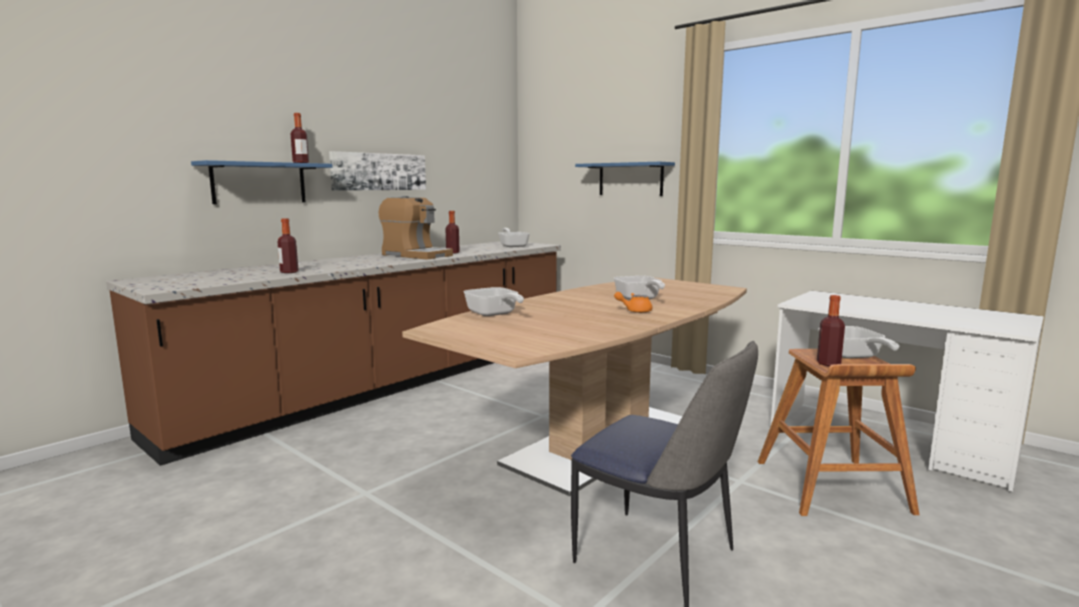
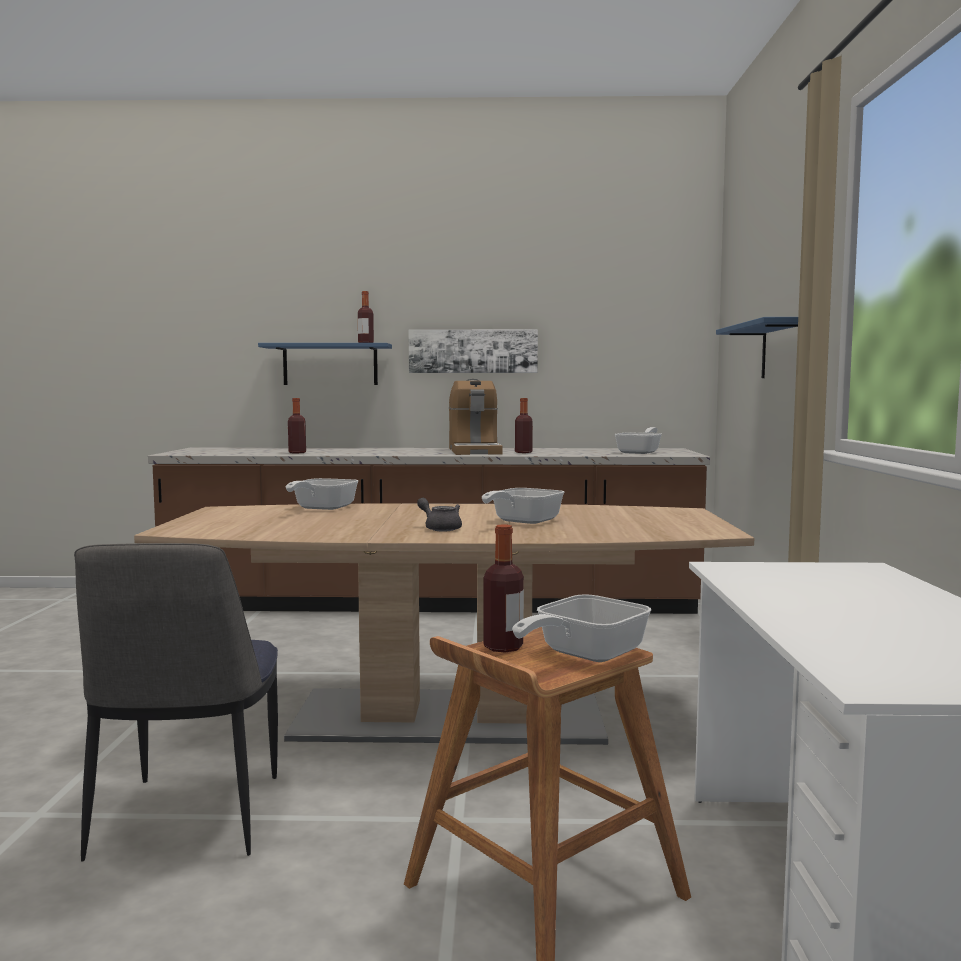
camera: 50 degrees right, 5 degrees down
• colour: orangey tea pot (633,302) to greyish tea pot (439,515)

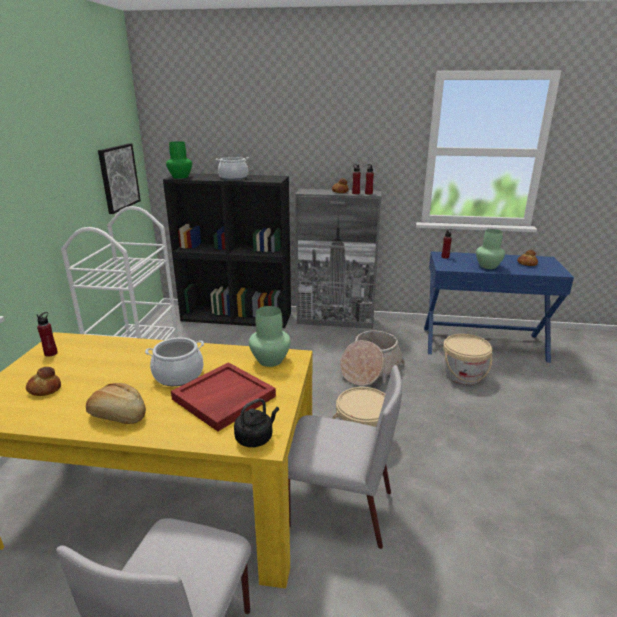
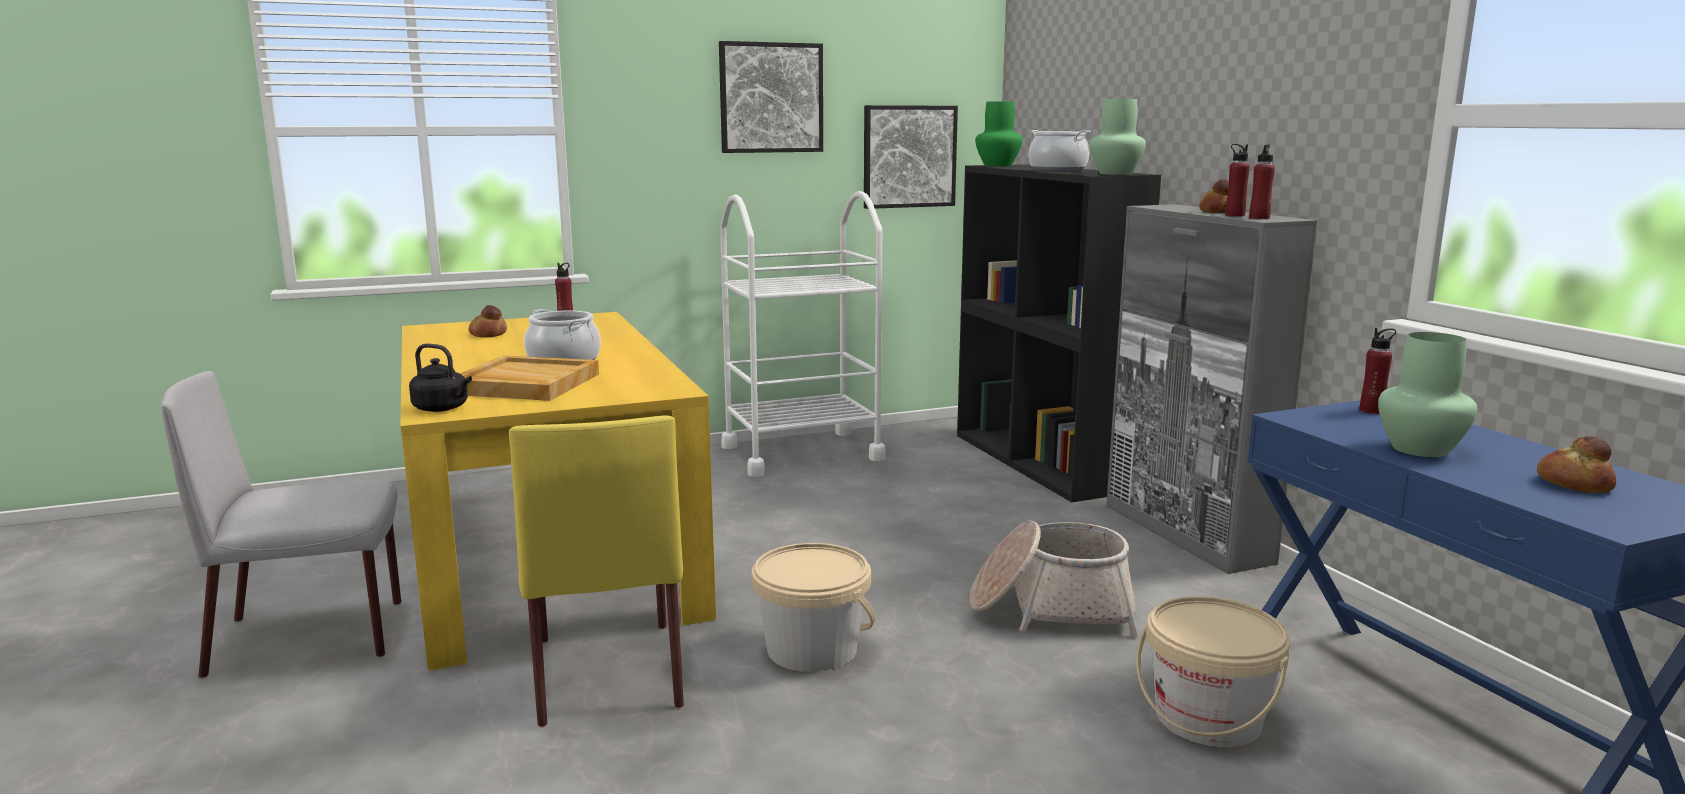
camera: 60 degrees right, 10 degrees down
• missing: baked bread (116,403)
• appeared: wall art (771,97)
• relocated: green flower vase (270,336) to (1118,137)
• colour: reddish tray (223,396) to beige-coloured tray (529,378)
• colour: greyish plain chair (345,457) to yellow-coloured plain chair (596,571)

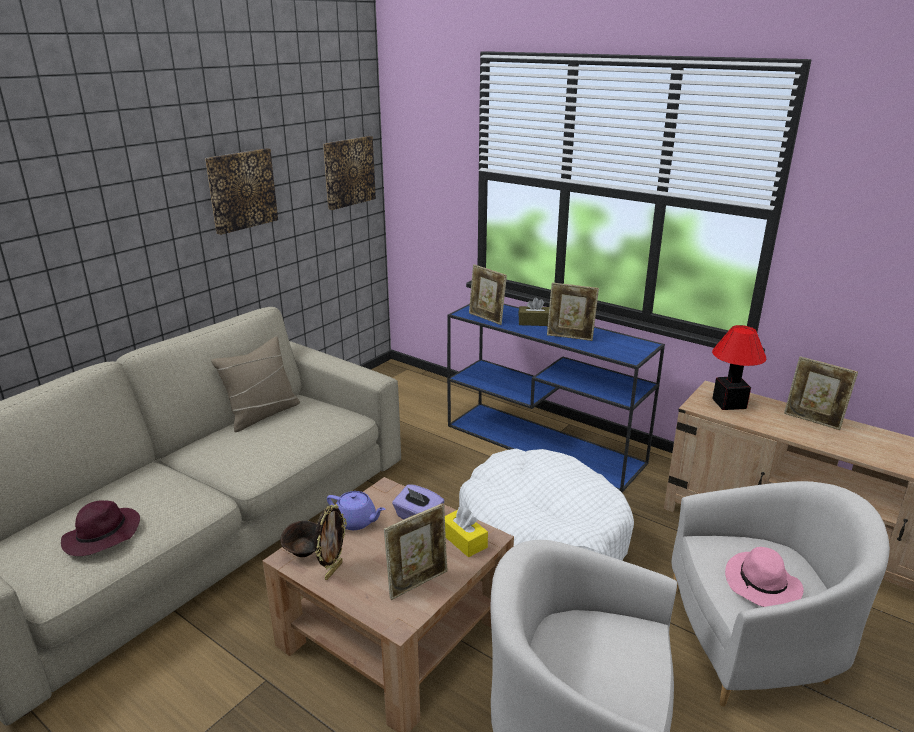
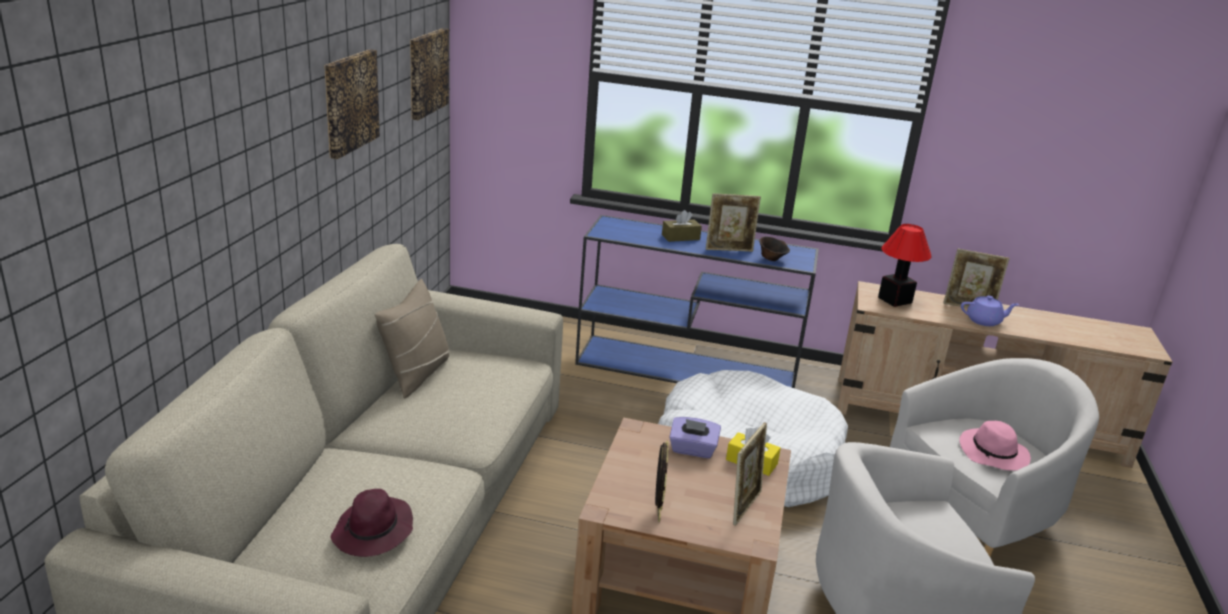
camera: 25 degrees left, 0 degrees up
• missing: standing frame (488,294)
• relocated: brown-coloured bowl (298,539) to (774,249)
• relocated: purple-coloured tea pot (356,510) to (990,311)

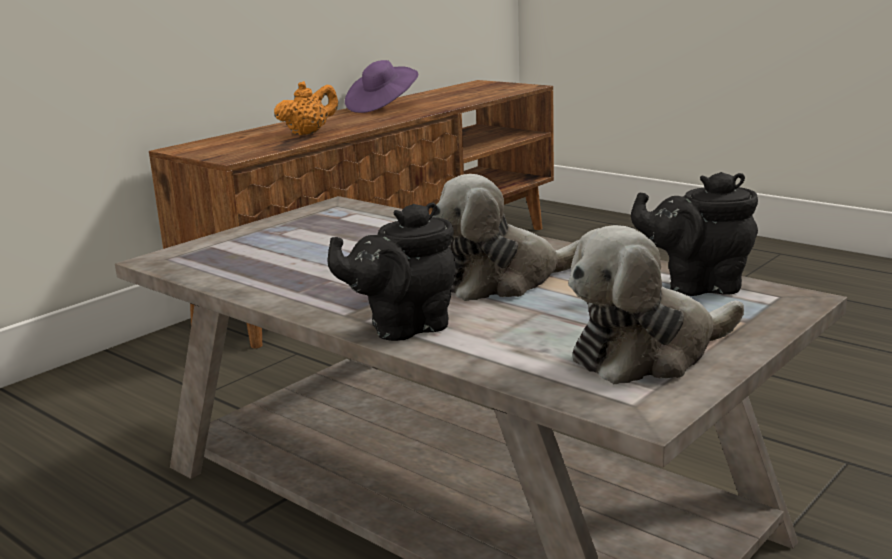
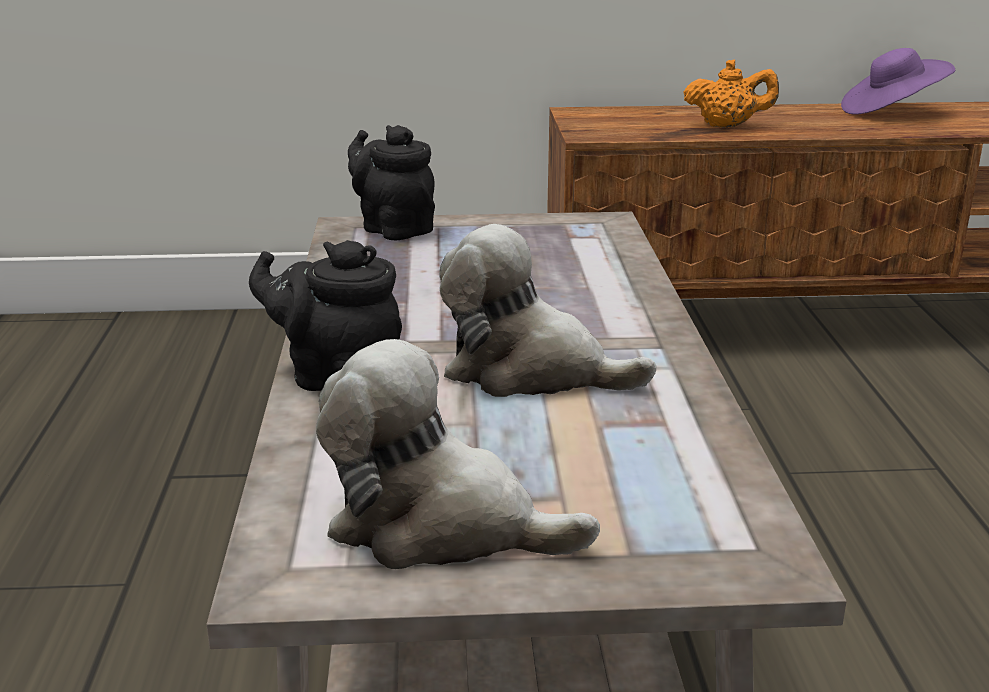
camera: 45 degrees right, 5 degrees up
• relocated: blackish tea pot (694,234) to (391,182)

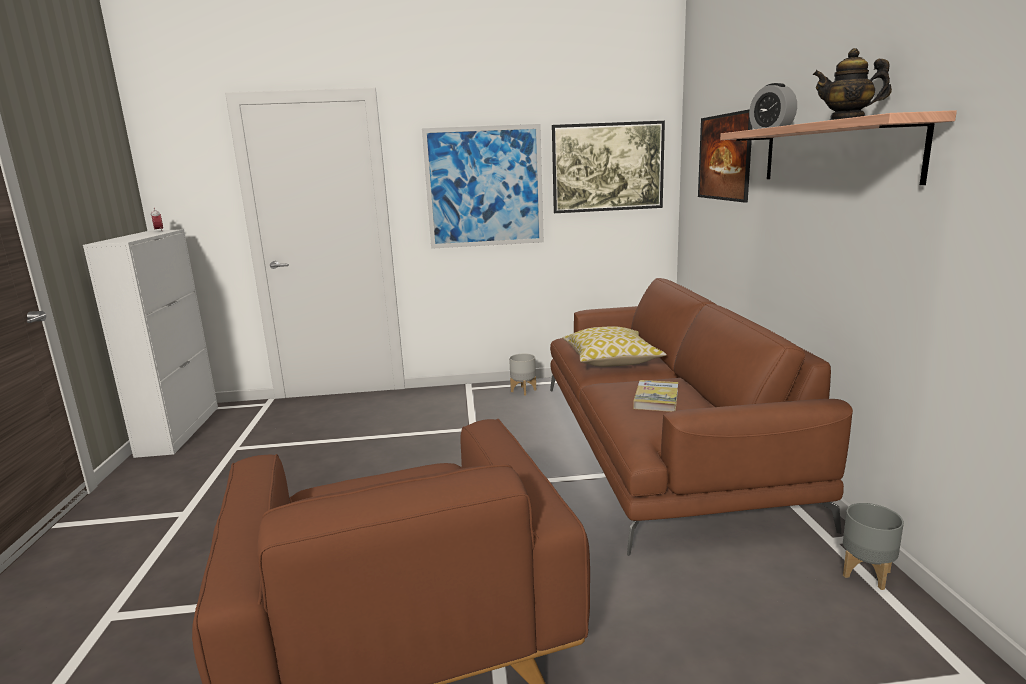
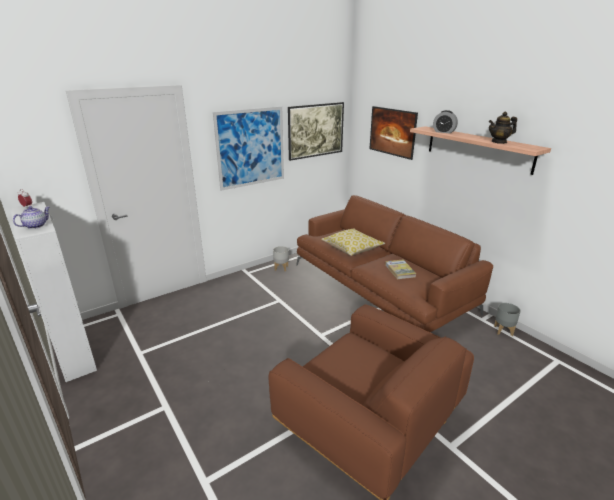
camera: 30 degrees left, 10 degrees up
• appeared: tea pot (31,217)

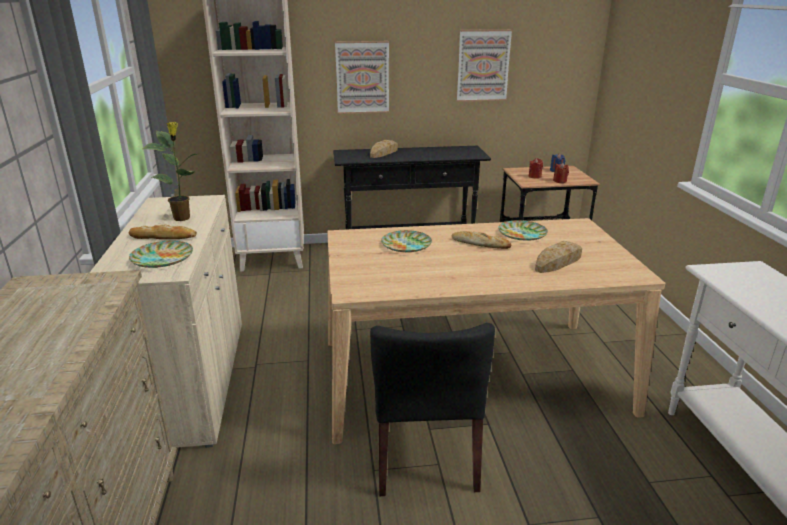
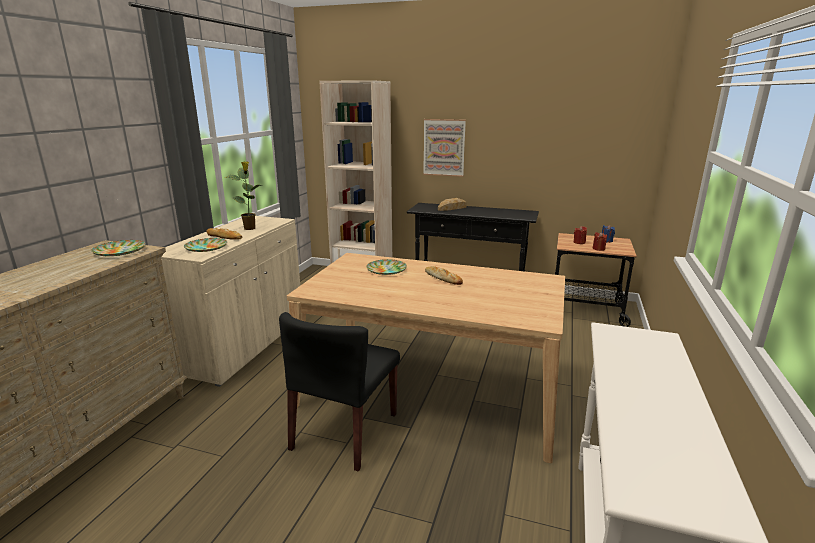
camera: 25 degrees right, 5 degrees down
• missing: wall art (484,65)
• missing: baked bread (558,257)
• relocated: flat dish (523,230) to (118,248)

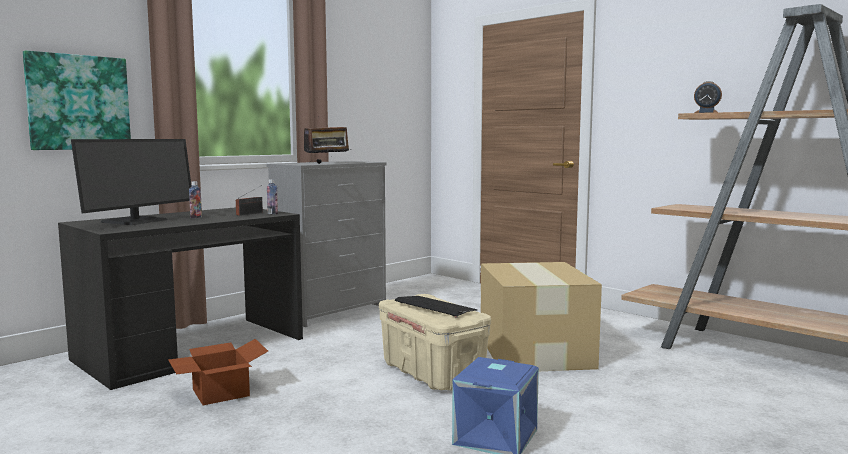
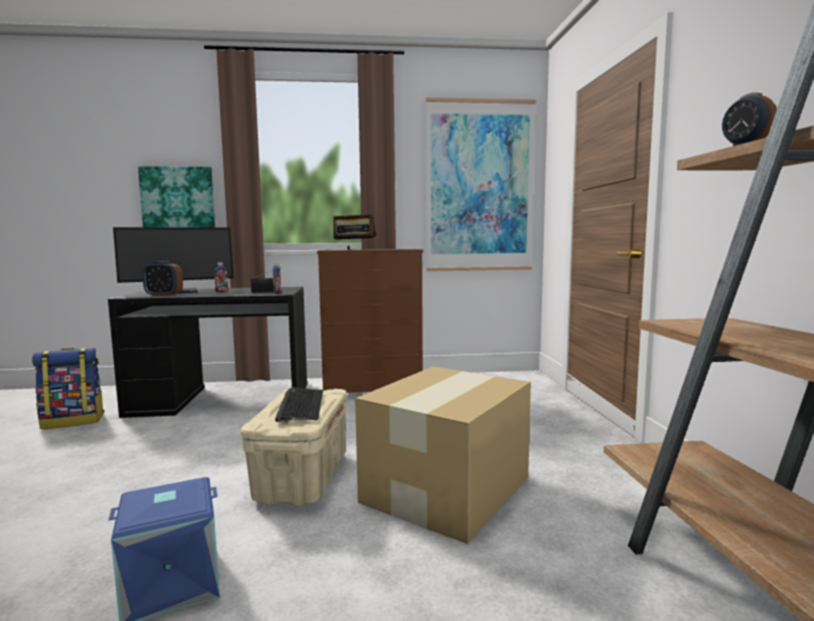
camera: 40 degrees right, 0 degrees up
• missing: cardboard box (218,372)
• appeared: backpack (68,388)
• appeared: table clock (162,279)
• appeared: wall art (480,184)
• colour: greyish drawer chest (326,244) to brown-coloured drawer chest (370,321)

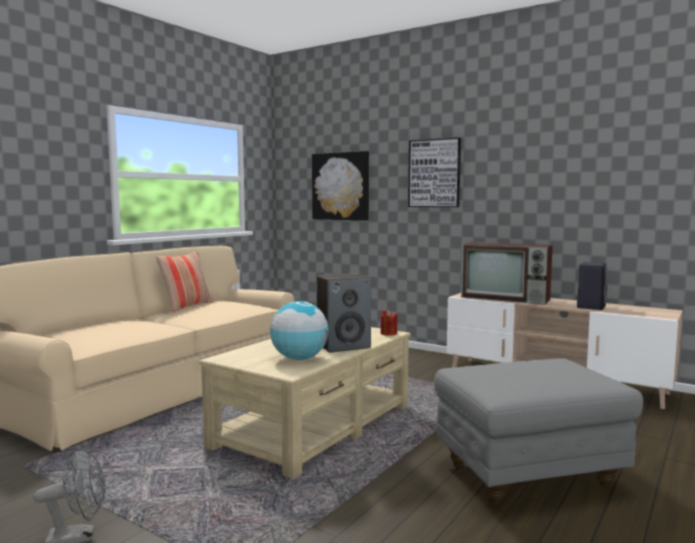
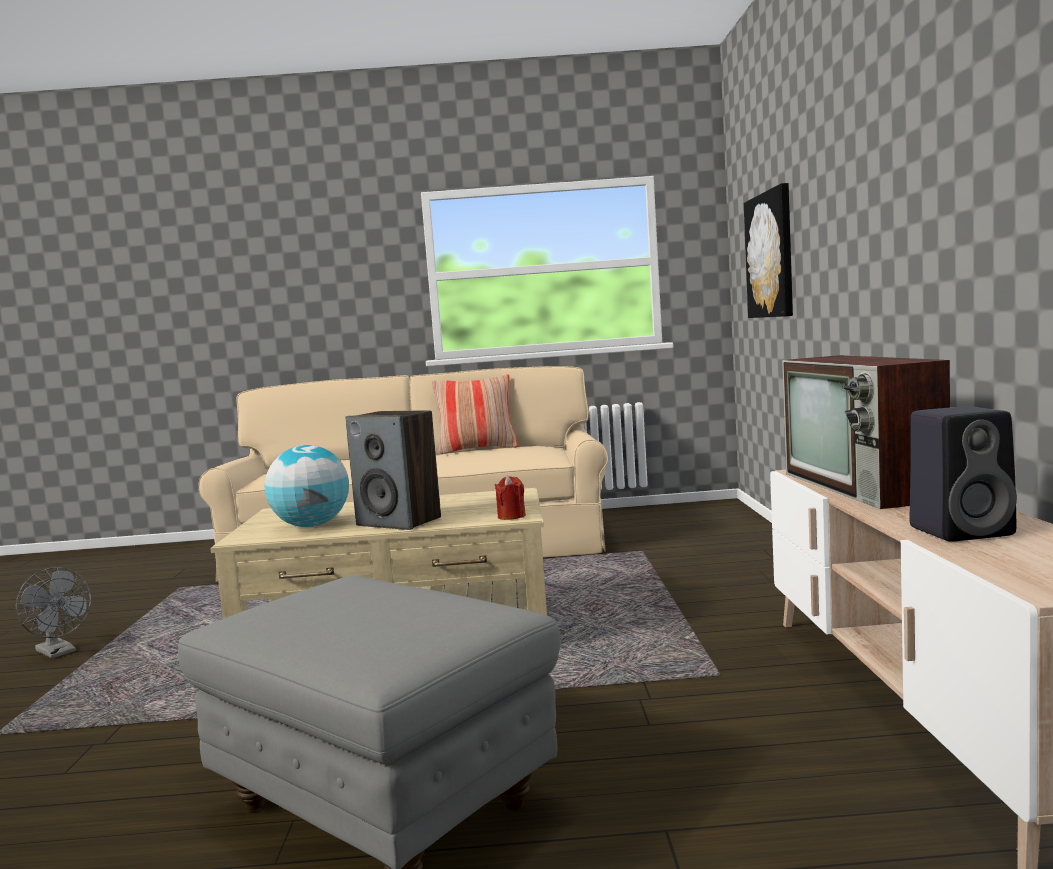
camera: 55 degrees right, 0 degrees up
• missing: wall art (434,172)

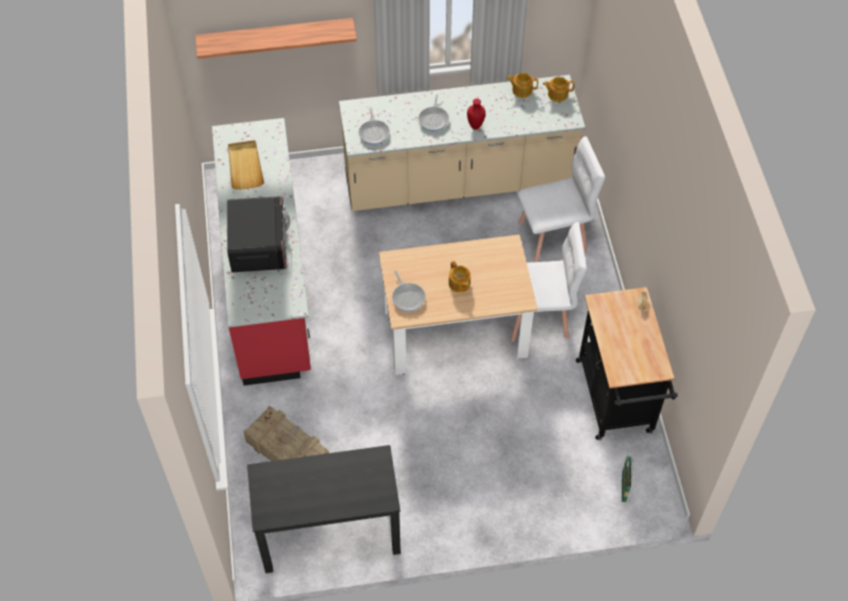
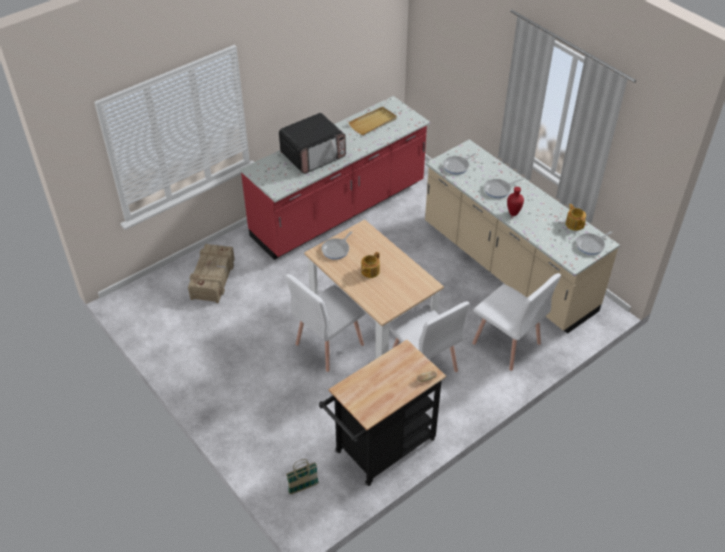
camera: 60 degrees right, 10 degrees down
• missing: shelf (276,38)
• missing: blackish desk unit (324,509)
• appeared: whitish plain chair (326,323)
• exchanged: tea pot (558,89) to pan (594,243)

